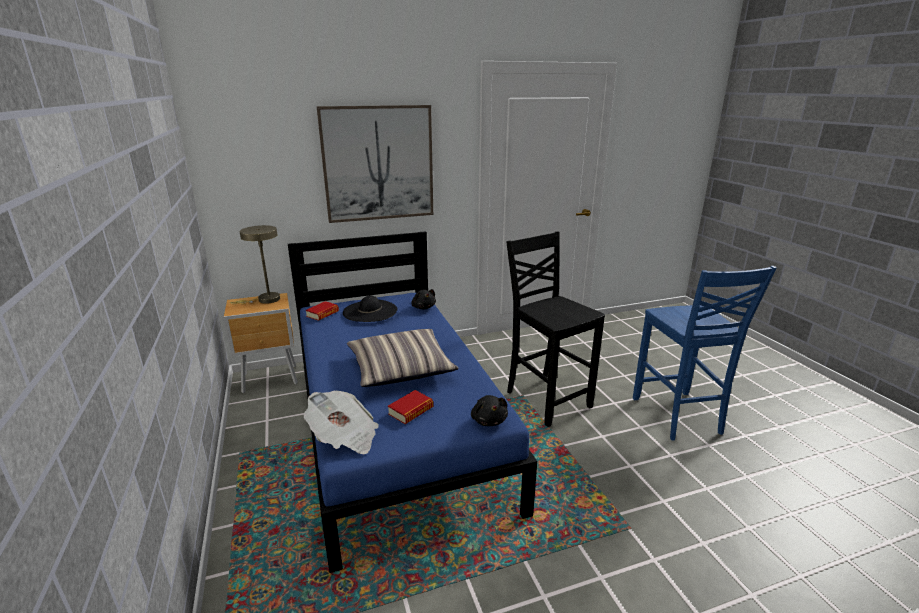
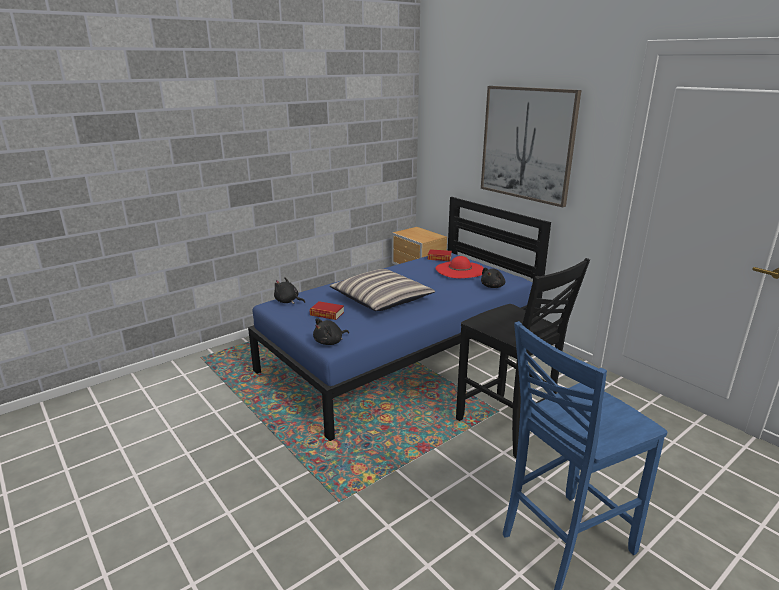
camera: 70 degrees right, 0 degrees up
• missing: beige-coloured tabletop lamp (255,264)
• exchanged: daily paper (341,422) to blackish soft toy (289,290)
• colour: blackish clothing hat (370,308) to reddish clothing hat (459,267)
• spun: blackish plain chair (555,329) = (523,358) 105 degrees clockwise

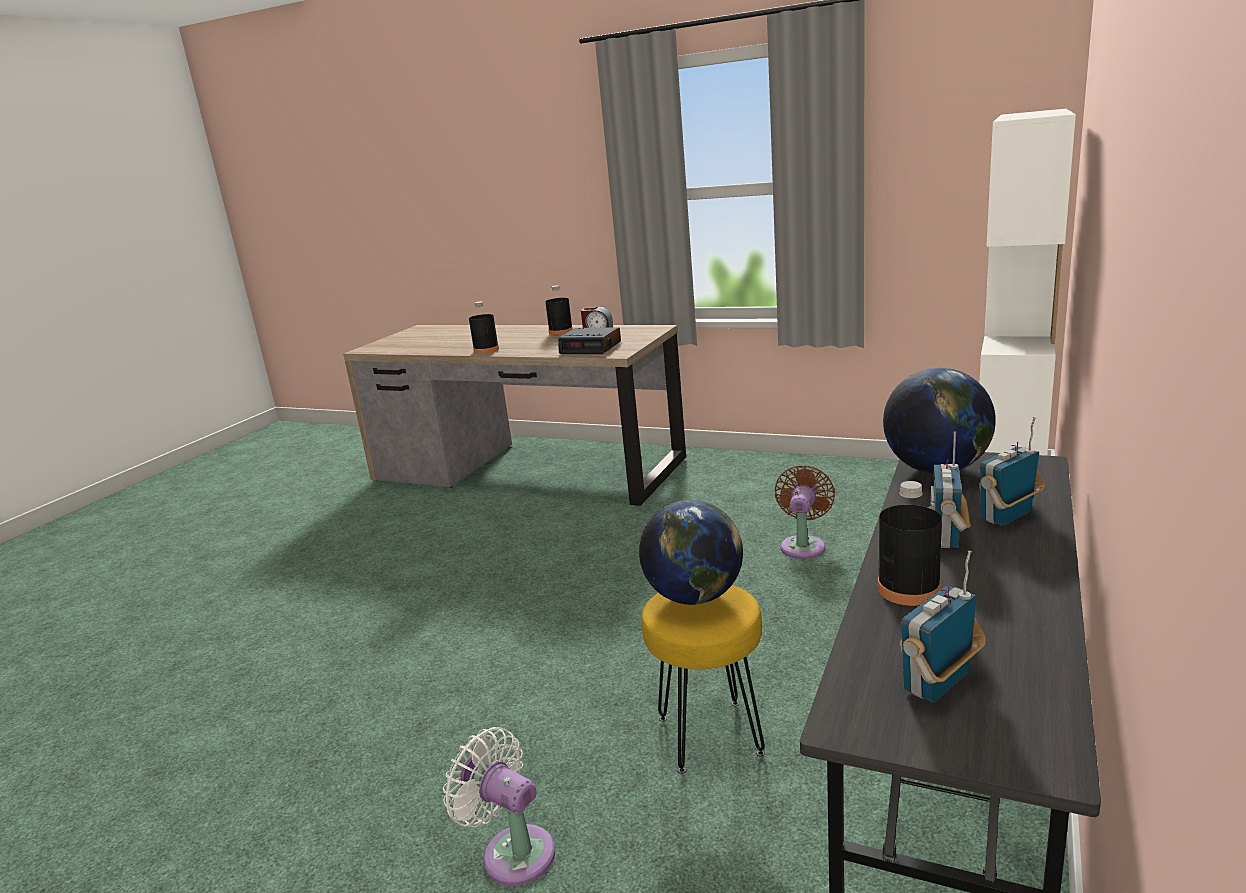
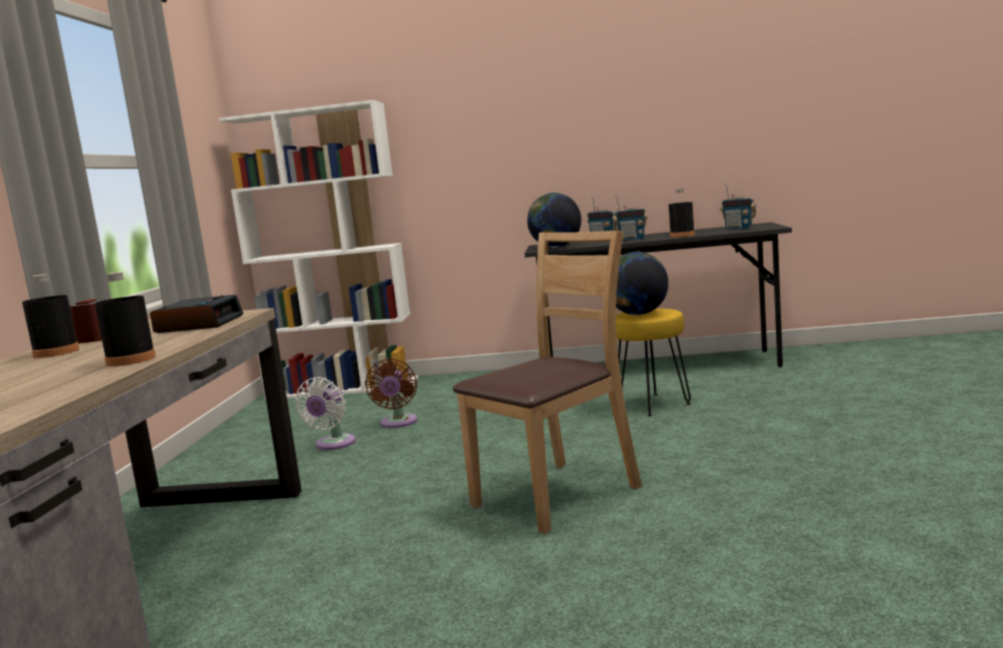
camera: 110 degrees left, 10 degrees down
• appeared: brown-coloured plain chair (547,382)
• relocated: whitish electric fan (499,806) to (325,413)
• spun: brown-coloured electric fan (805,512) = (391,393) 90 degrees counterclockwise

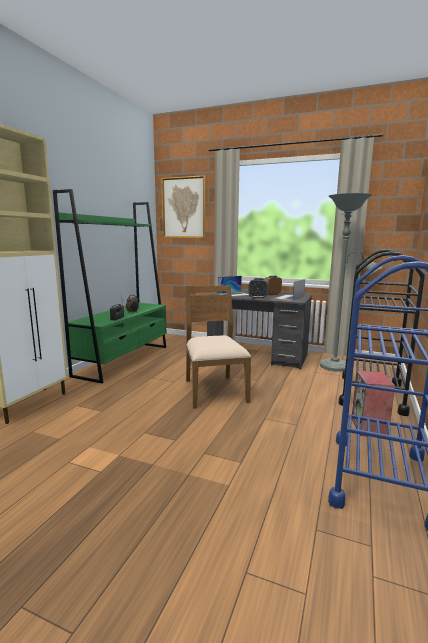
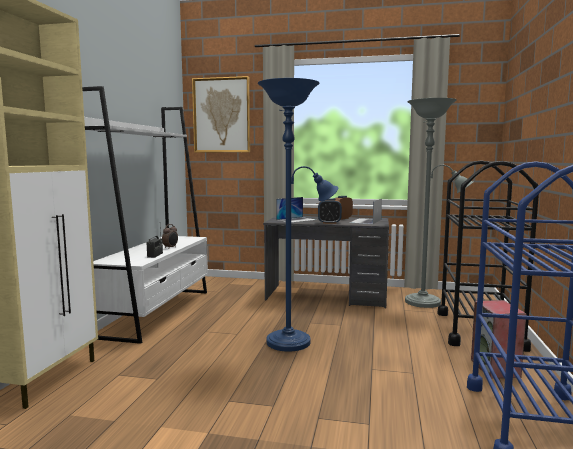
camera: 10 degrees left, 5 degrees down
• exchanged: brown-coloured plain chair (218,346) to bluish standard lamp (298,215)
• colour: green bookshelf (110,286) to whitish bookshelf (145,215)

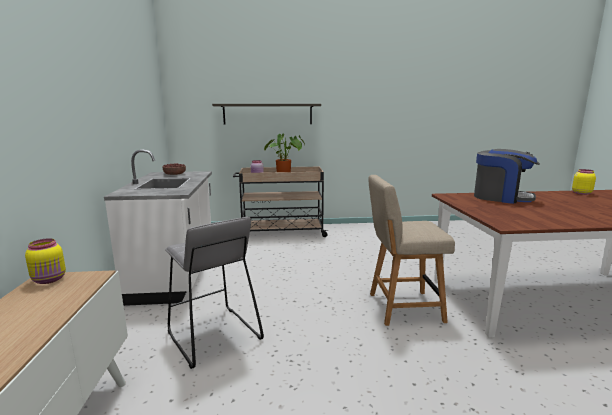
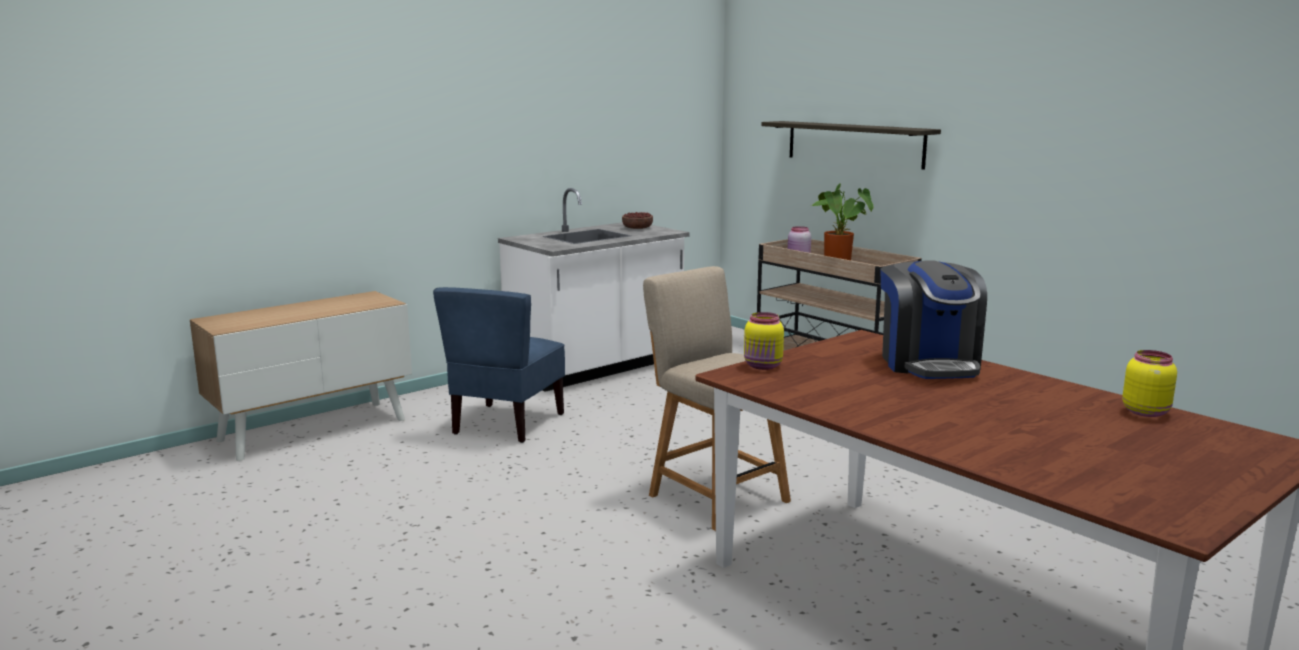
camera: 55 degrees right, 0 degrees up
• relocated: yellow-coloured preserve jar (45,261) to (764,341)
• exchanged: greyish stool (214,293) to bluish plain chair (499,365)

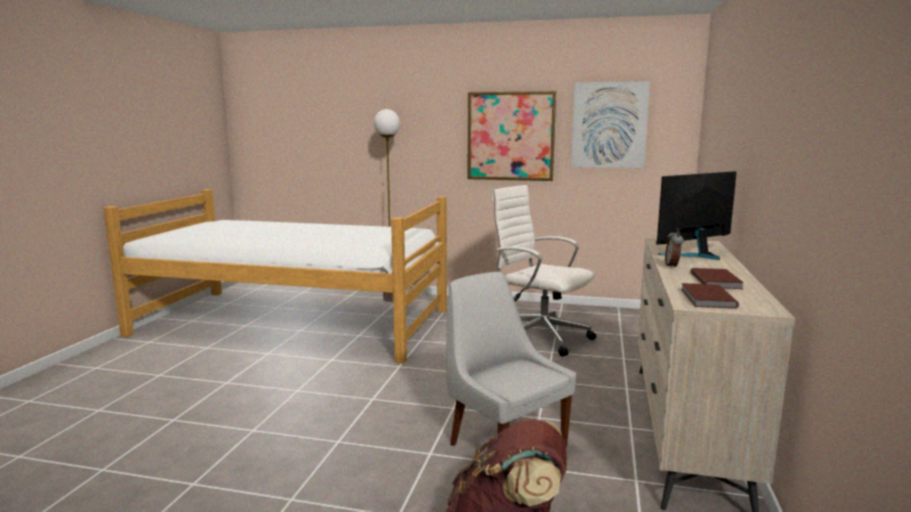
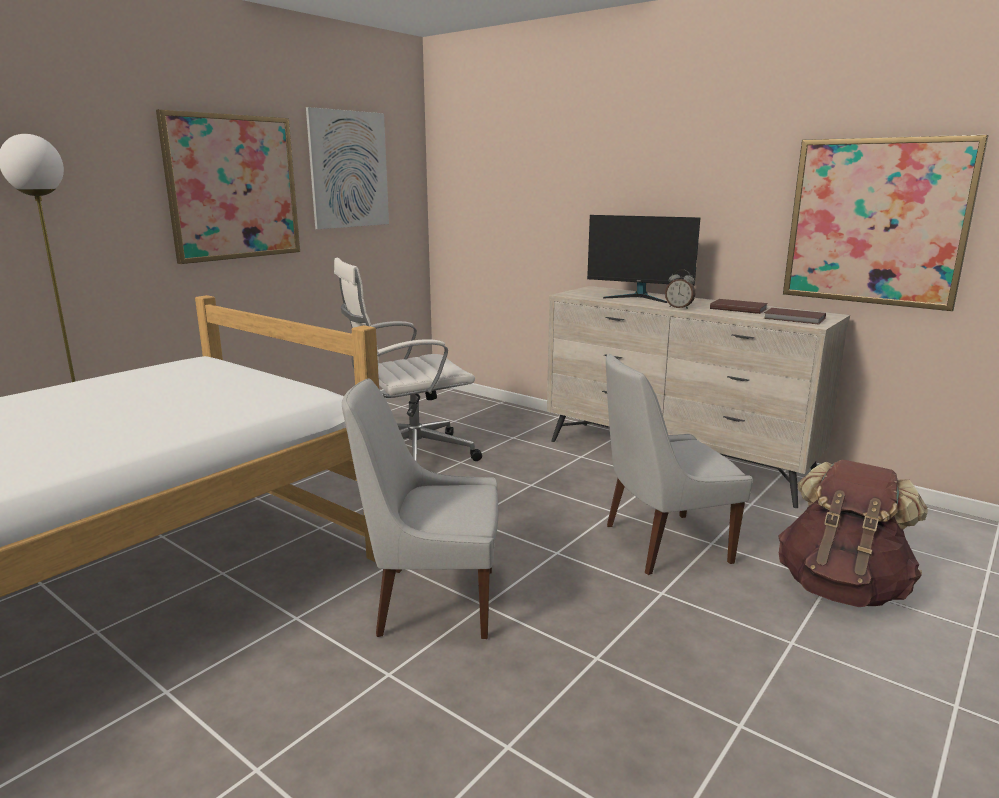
camera: 65 degrees left, 5 degrees up
• appeared: whitish plain chair (420,508)
• appeared: wall art (886,223)
• spun: computer screen (696,215) = (643,259) 60 degrees counterclockwise

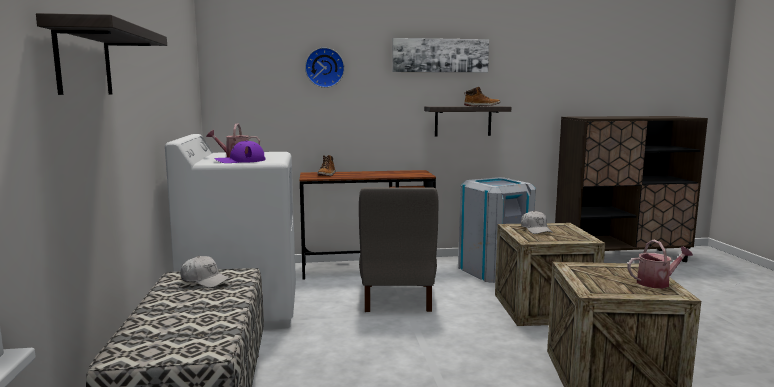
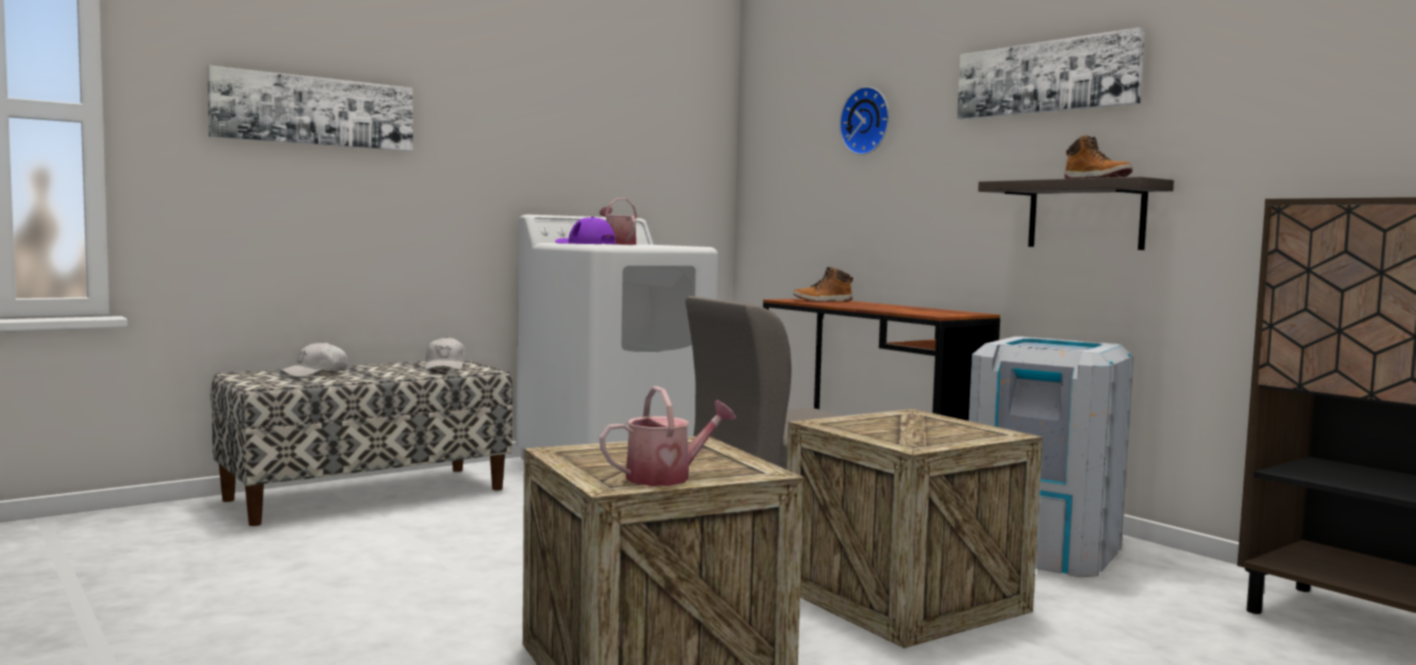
camera: 60 degrees right, 5 degrees down
• relocated: whitish peaked cap (537,222) to (314,359)
• exchanged: shelf (101,54) to wall art (310,108)
• spun: watering can (660,264) = (667,436) 75 degrees counterclockwise

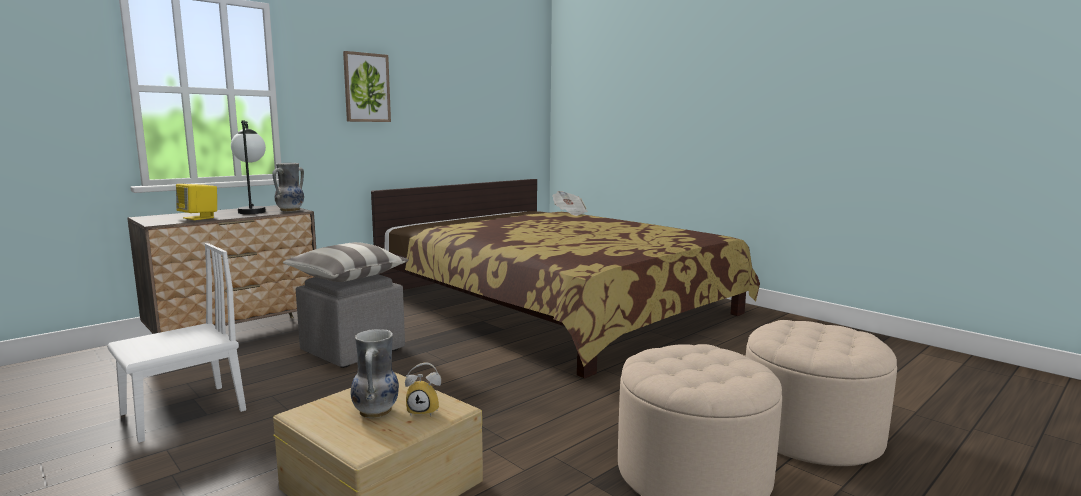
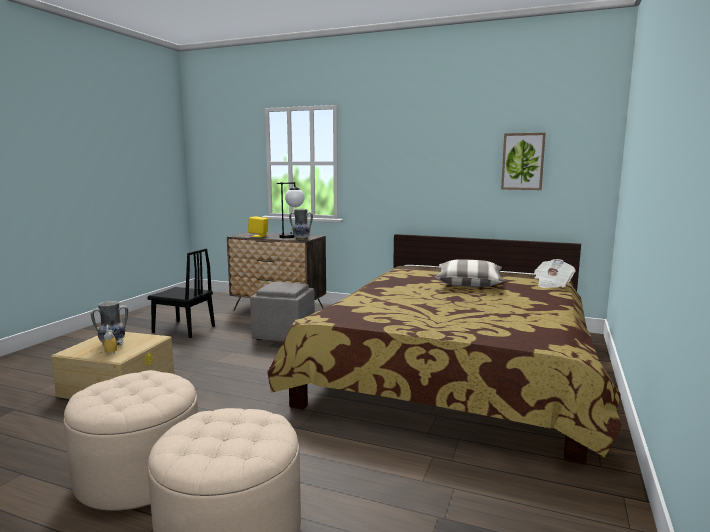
camera: 65 degrees right, 0 degrees up
• relocated: pillow (346,262) to (470,273)
• relocated: wall art (367,86) to (523,161)
• colour: whitish plain chair (176,343) to blackish plain chair (181,293)

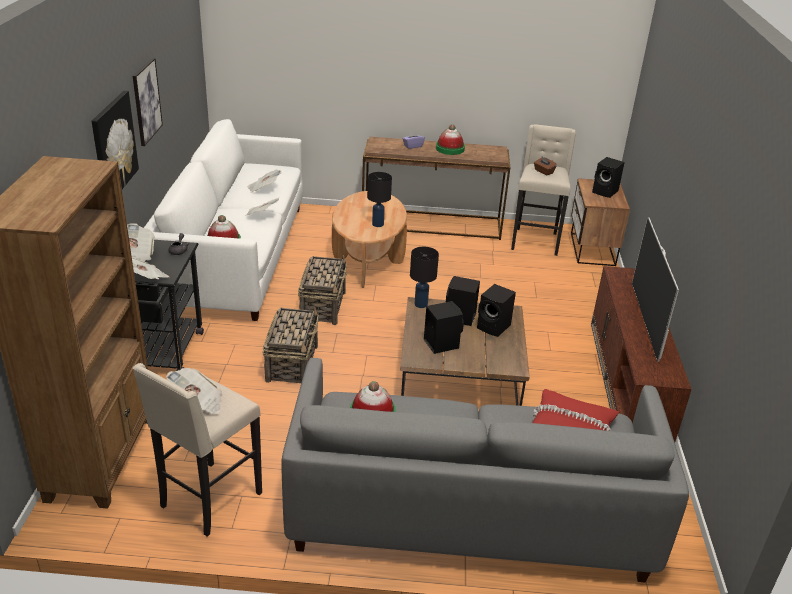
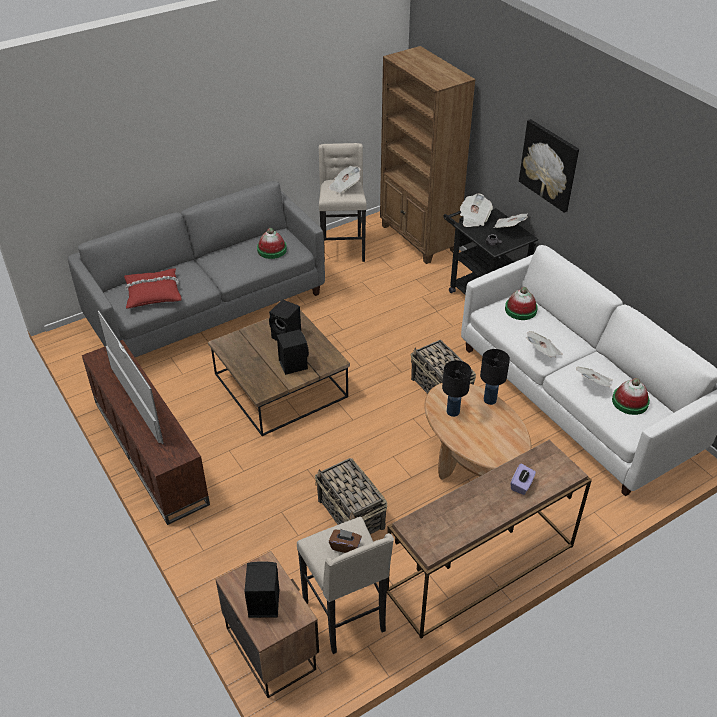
camera: 145 degrees right, 10 degrees up
• missing: wall art (148,102)
• missing: blackish audio speaker (496,310)
• relocated: basket (290,345) to (351,496)
• relocated: blackish tabletop lamp (424,277) to (495,377)
• relocated: clothing hat (450,139) to (631,396)

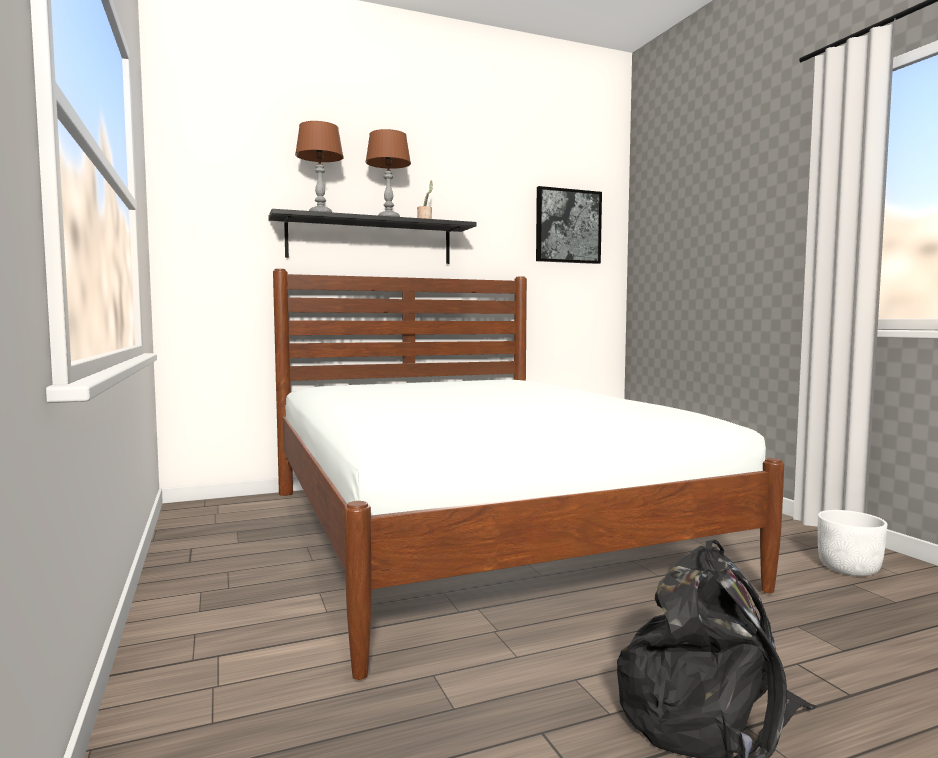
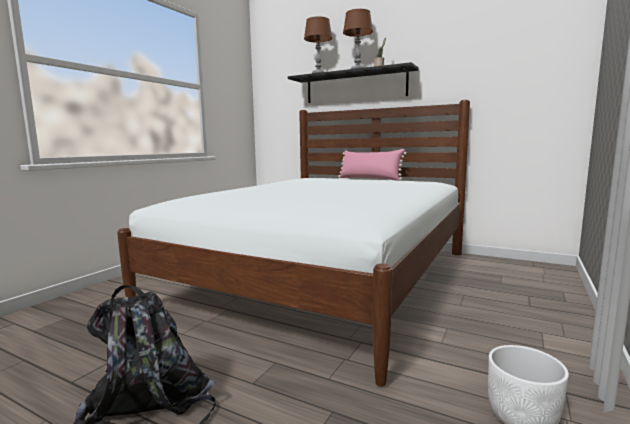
camera: 50 degrees right, 5 degrees up
• missing: wall art (569,225)
• appeared: pink pillow (372,165)

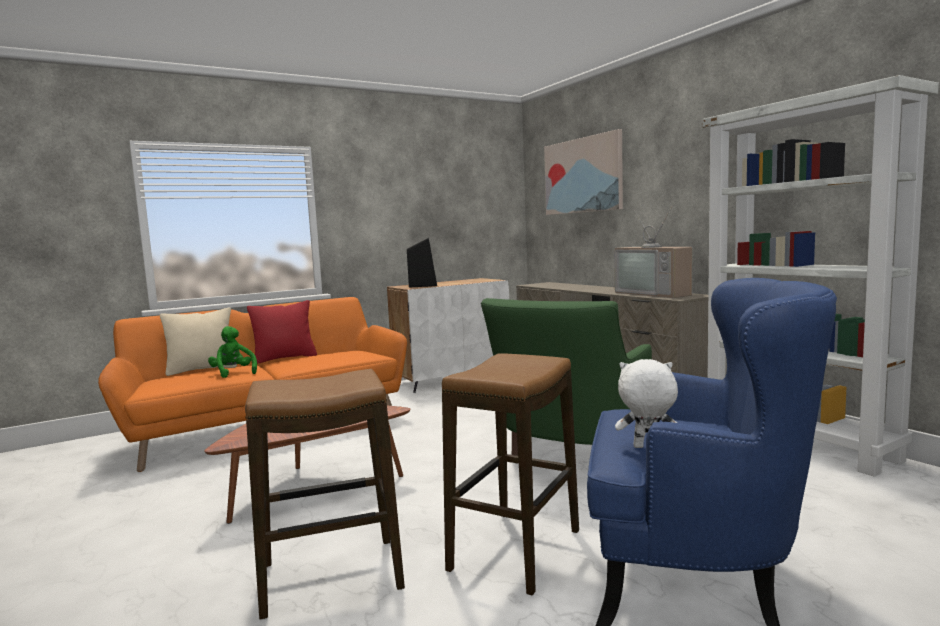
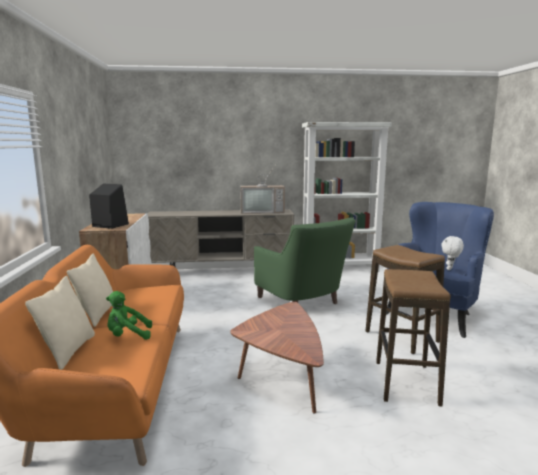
camera: 65 degrees left, 5 degrees up
• missing: wall art (583,172)
• colour: reddish pillow (282,332) to beige-coloured pillow (90,290)

